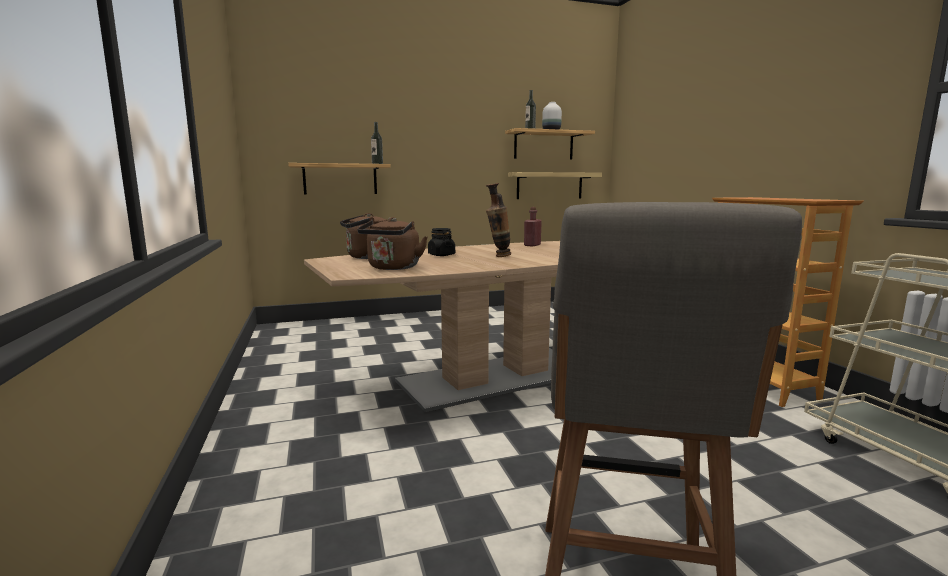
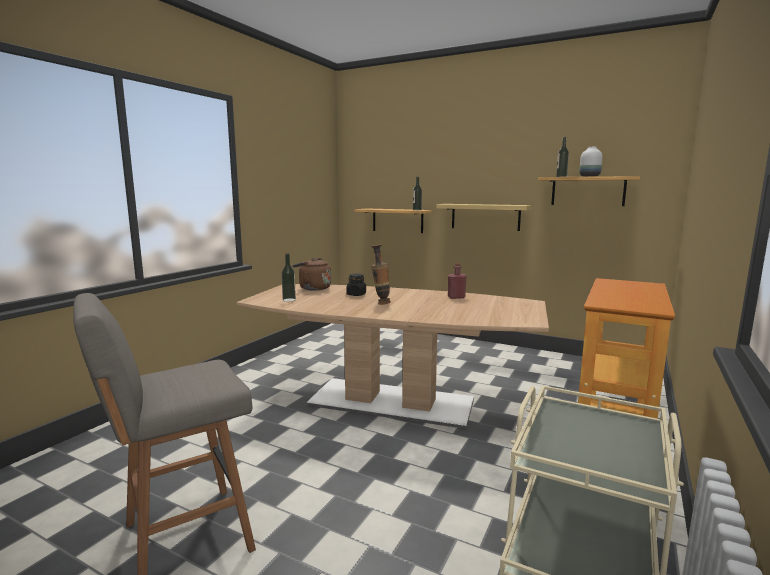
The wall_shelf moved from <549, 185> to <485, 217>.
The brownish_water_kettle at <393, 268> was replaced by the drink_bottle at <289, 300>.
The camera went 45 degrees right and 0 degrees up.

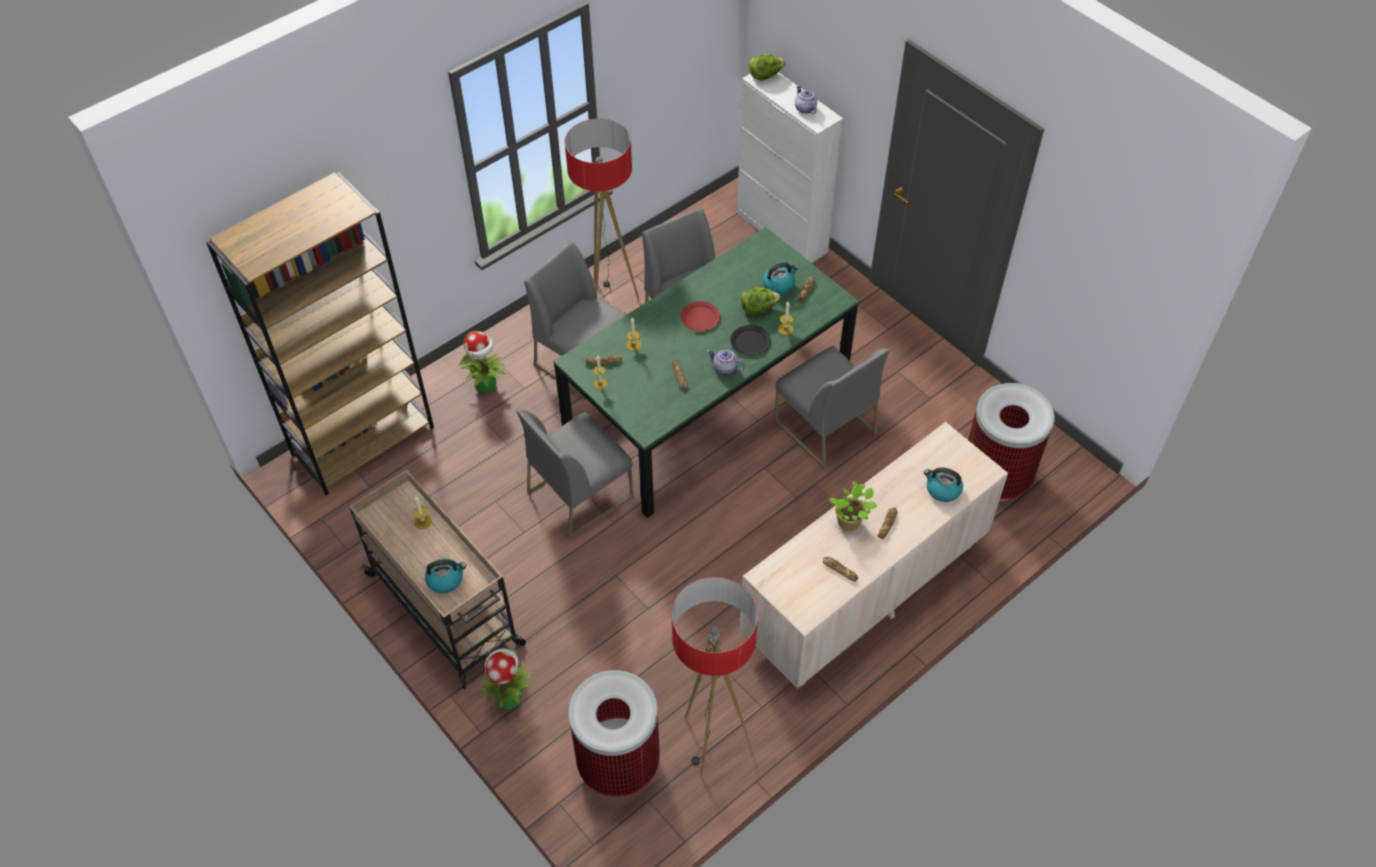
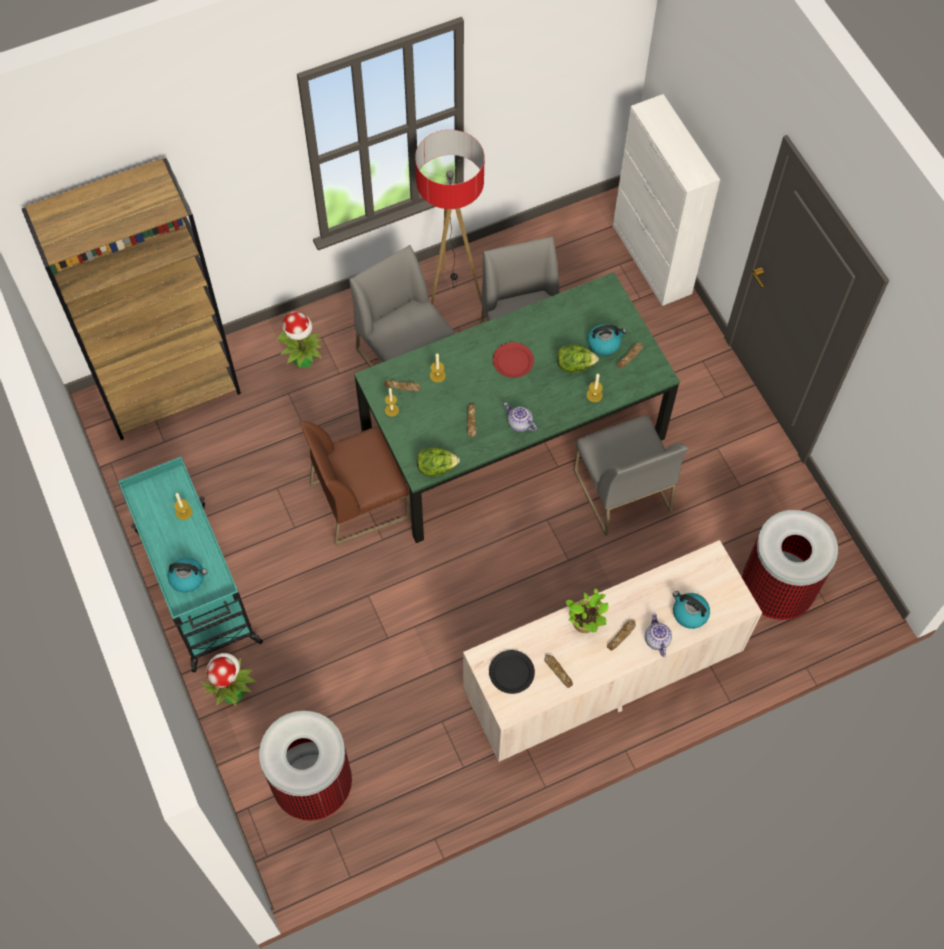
The standard_lamp at <711, 742> disappeared.
The blackish_plate moved from <750, 342> to <511, 673>.
The lettuce moved from <765, 76> to <436, 467>.
The teapot moved from <804, 109> to <656, 639>.
The beige-coloured_cart at <446, 610> became the turquoise_cart at <199, 588>.
The greyish_upright_chair at <580, 493> became the brownish_upright_chair at <359, 500>.
The camera went 15 degrees right and 10 degrees up.

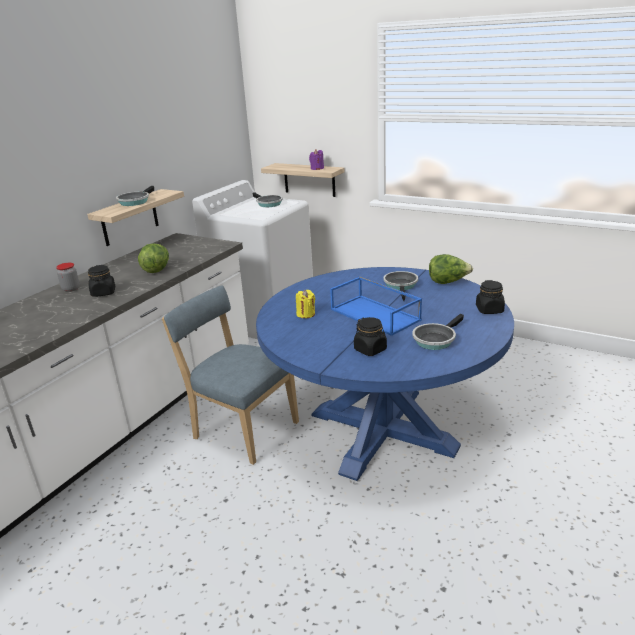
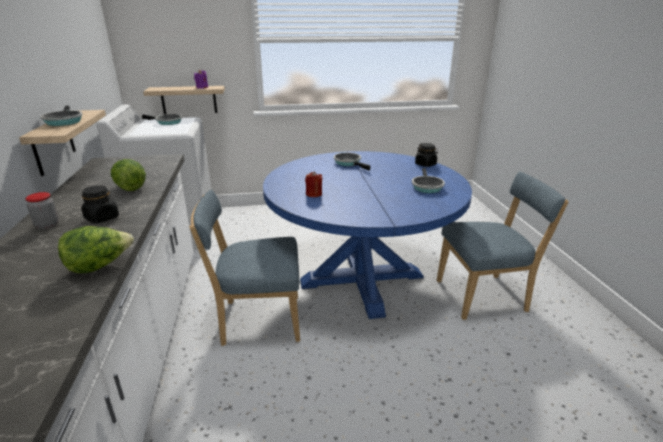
The blue-coloured_serving_tray at <376, 315> disappeared.
The blackish_storage_jar at <370, 350> disappeared.
The blue-coloured_upright_chair at <485, 296> appeared.
The lettuce moved from <448, 282> to <100, 266>.
The yellowish_candle at <306, 314> became the reddish_candle at <314, 194>.
The camera went 40 degrees left and 0 degrees up.

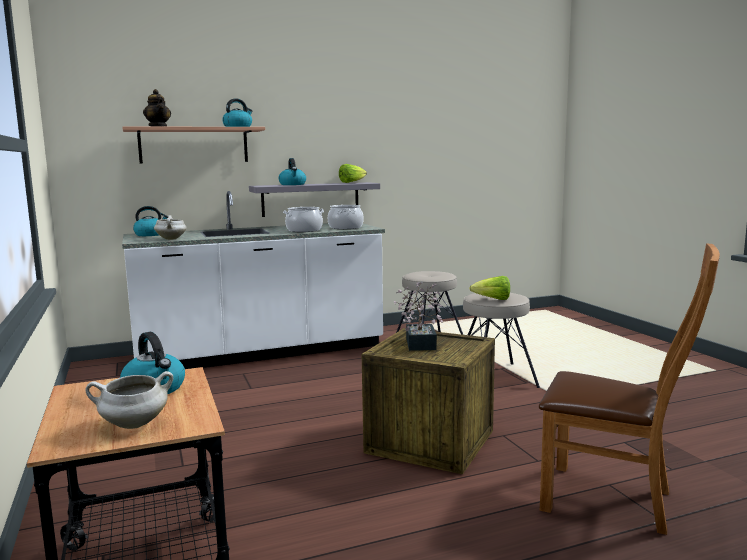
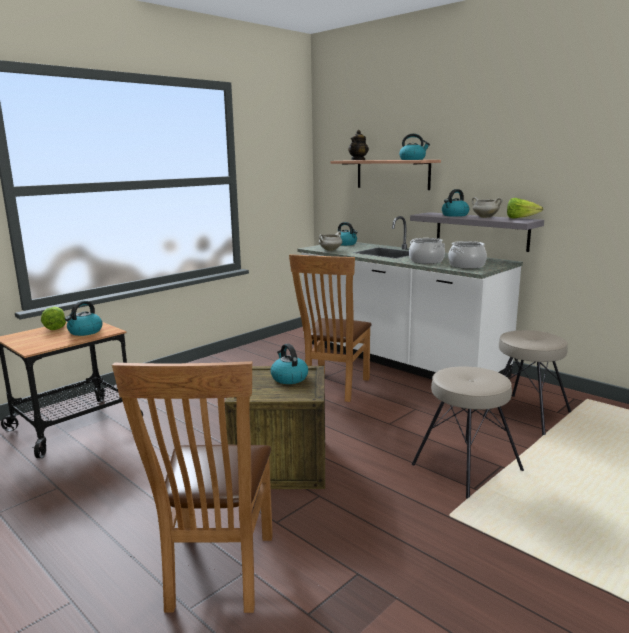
The brownish_upright_chair at <334, 388> appeared.
The whitish_stockpot moved from <133, 425> to <485, 217>.
The lettuce moved from <493, 300> to <55, 327>.
The plant_in_a_pot at <421, 342> was replaced by the water_kettle at <289, 378>.
The camera went 65 degrees right and 5 degrees up.

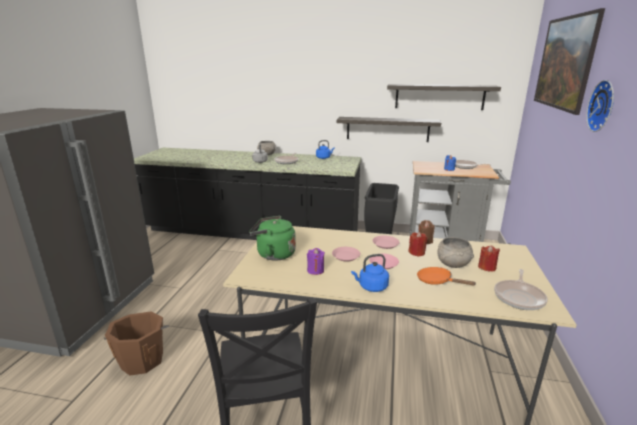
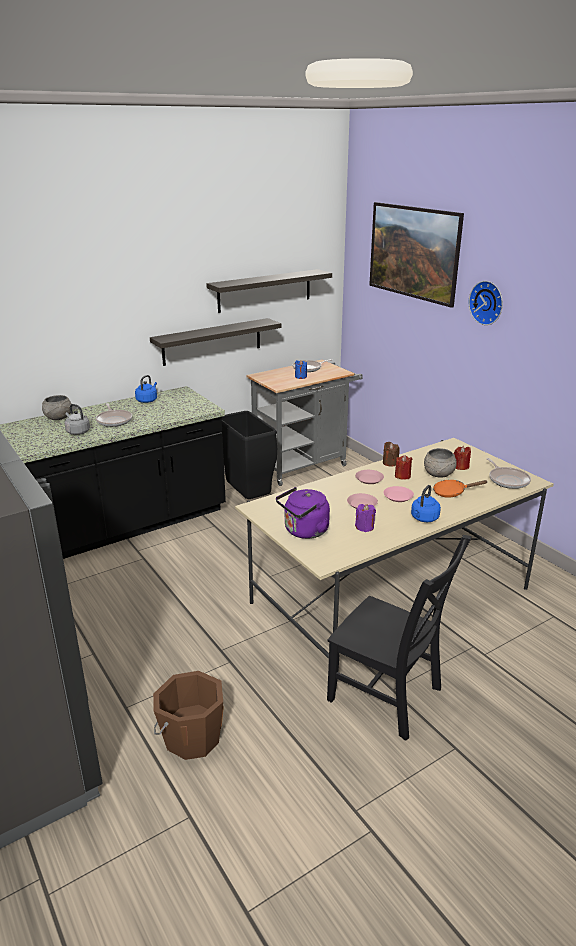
The green_water_kettle at <273, 254> became the purple_water_kettle at <304, 531>.
The camera went 45 degrees left and 5 degrees up.

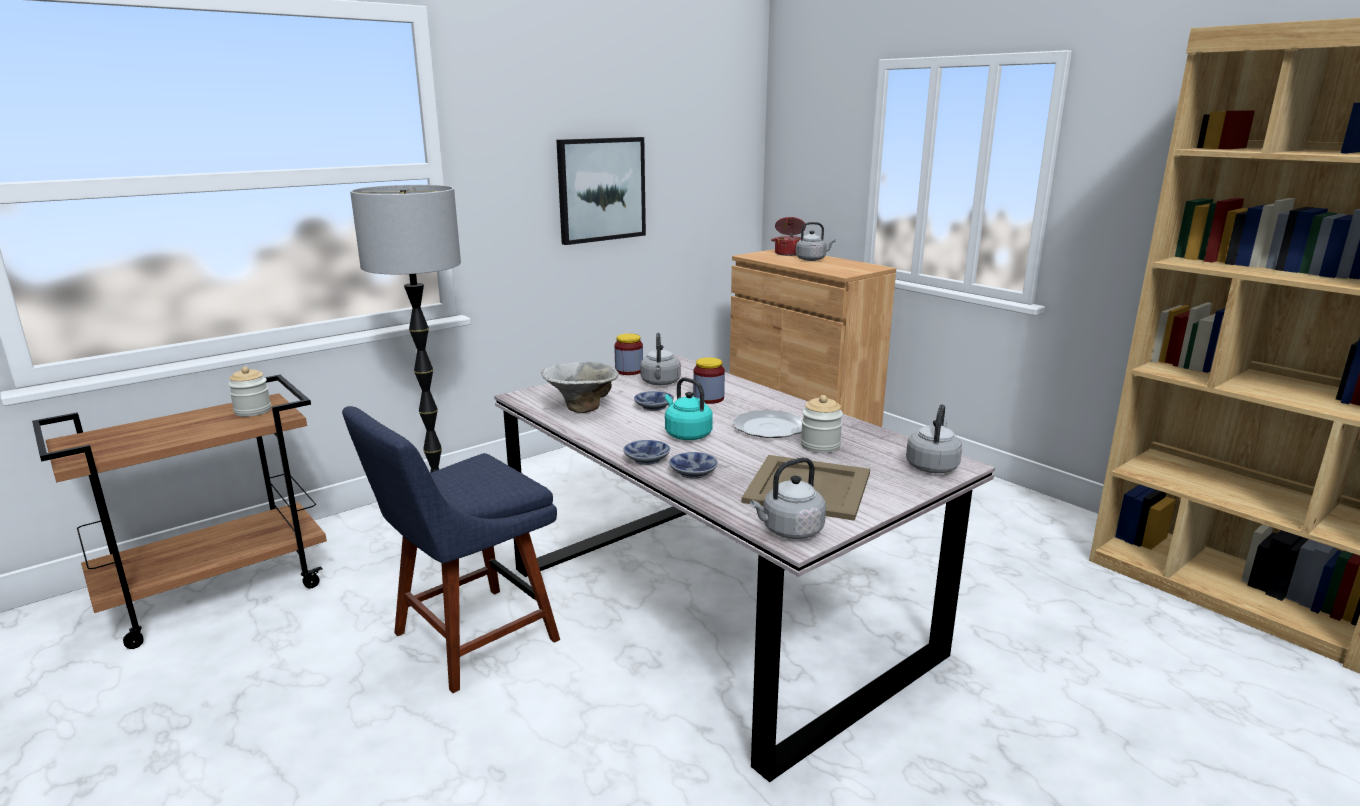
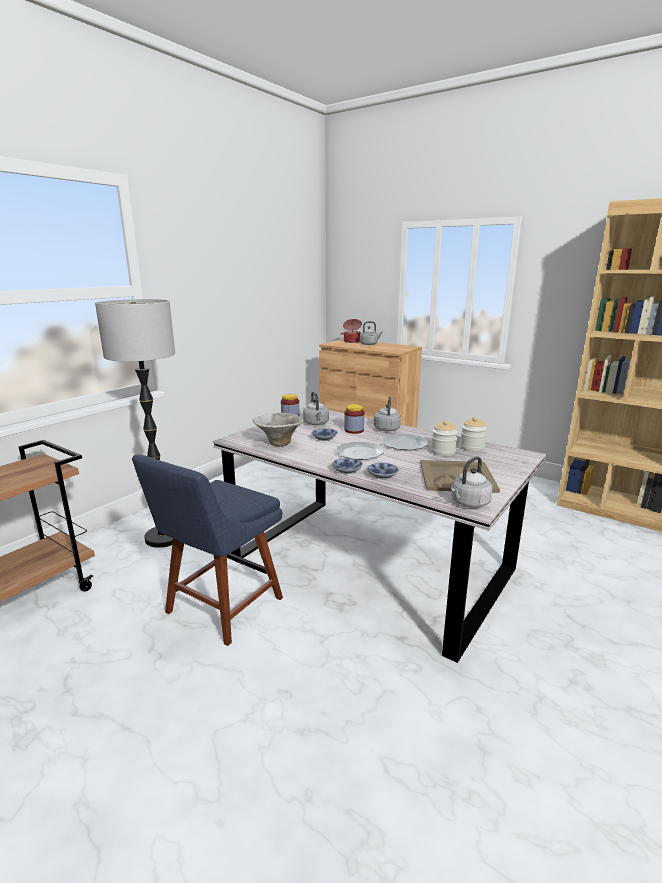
The wall_art at <601, 189> disappeared.
The storage_jar moved from <253, 411> to <472, 447>.
The greyish_water_kettle moved from <932, 466> to <387, 428>.
The turquoise_water_kettle at <686, 434> was replaced by the plate at <358, 453>.
The camera went 15 degrees left and 0 degrees up.

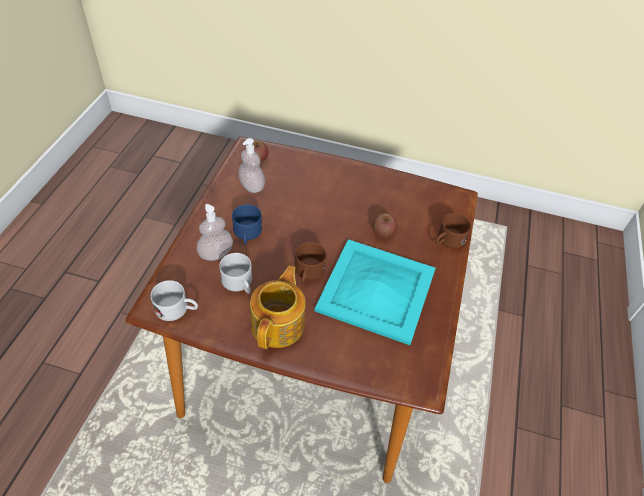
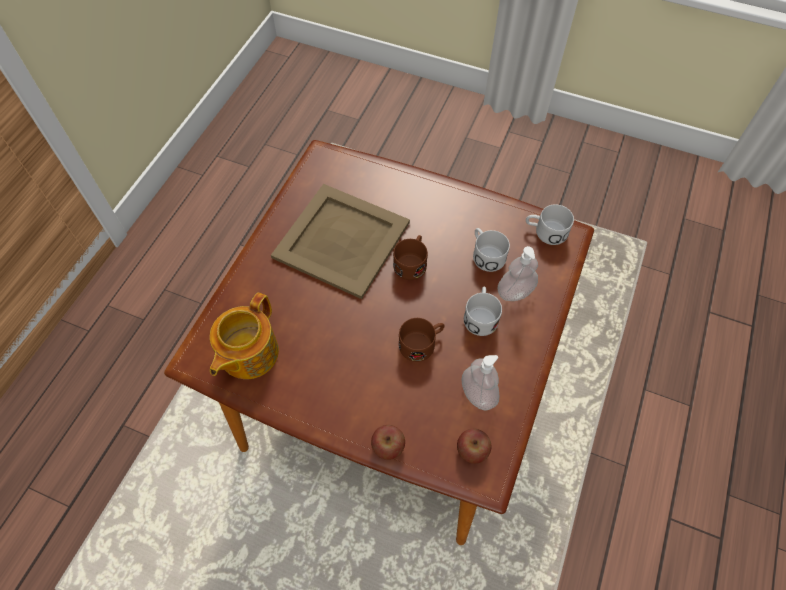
The teapot moved from <279, 324> to <247, 353>.
The apple_fruit moved from <383, 232> to <388, 446>.
The brownish_tea_mug moved from <447, 241> to <422, 343>.
The blue-coloured_tea_mug at <247, 234> became the whitish_tea_mug at <481, 315>.
The turquoise_serving_tray at <377, 289> became the beige-coloured_serving_tray at <340, 240>.
The camera went 170 degrees left and 10 degrees up.

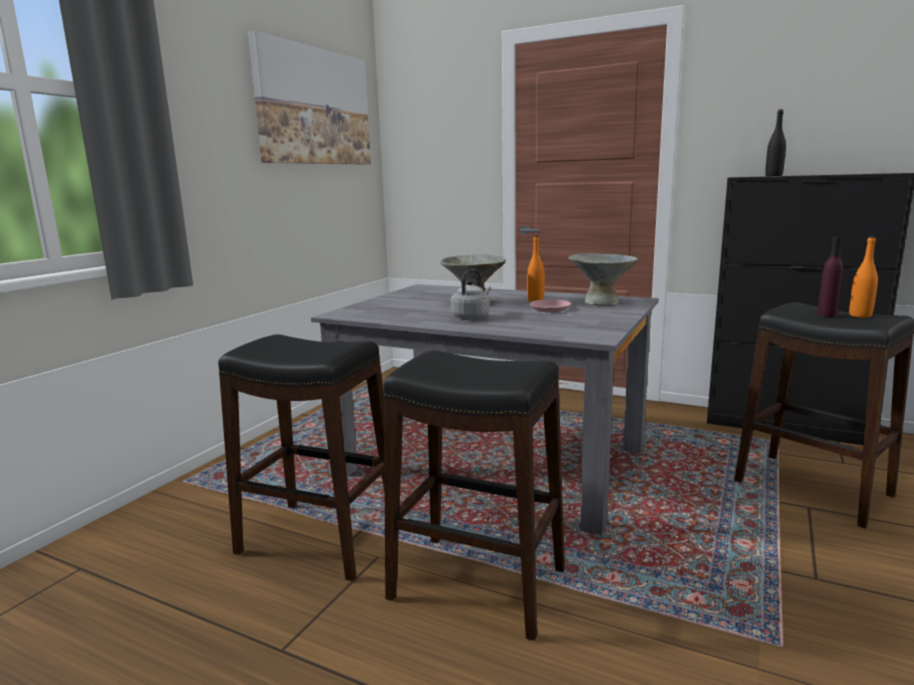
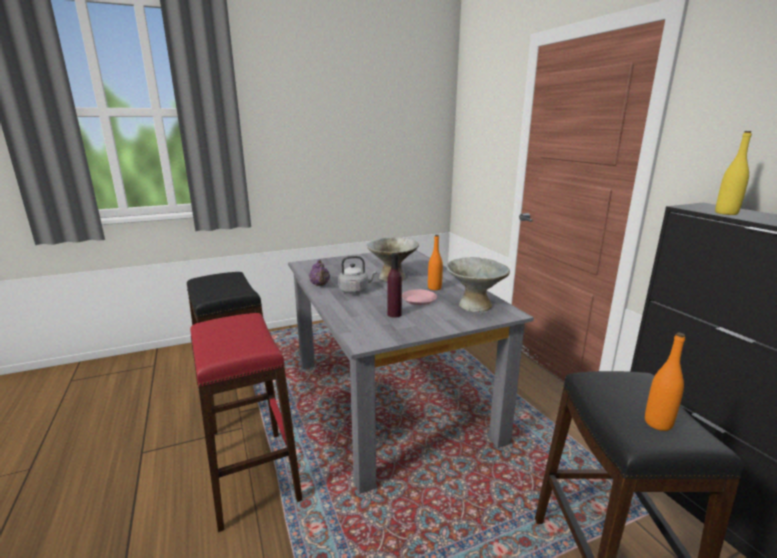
The wall_art at <314, 107> disappeared.
The purple_teapot at <320, 285> appeared.
The purple_drink_bottle moved from <826, 315> to <394, 314>.
The blackish_stool at <476, 584> became the reddish_stool at <251, 476>.
The blackish_drink_bottle at <773, 176> became the yellowish_drink_bottle at <726, 213>.
The camera went 40 degrees right and 5 degrees up.

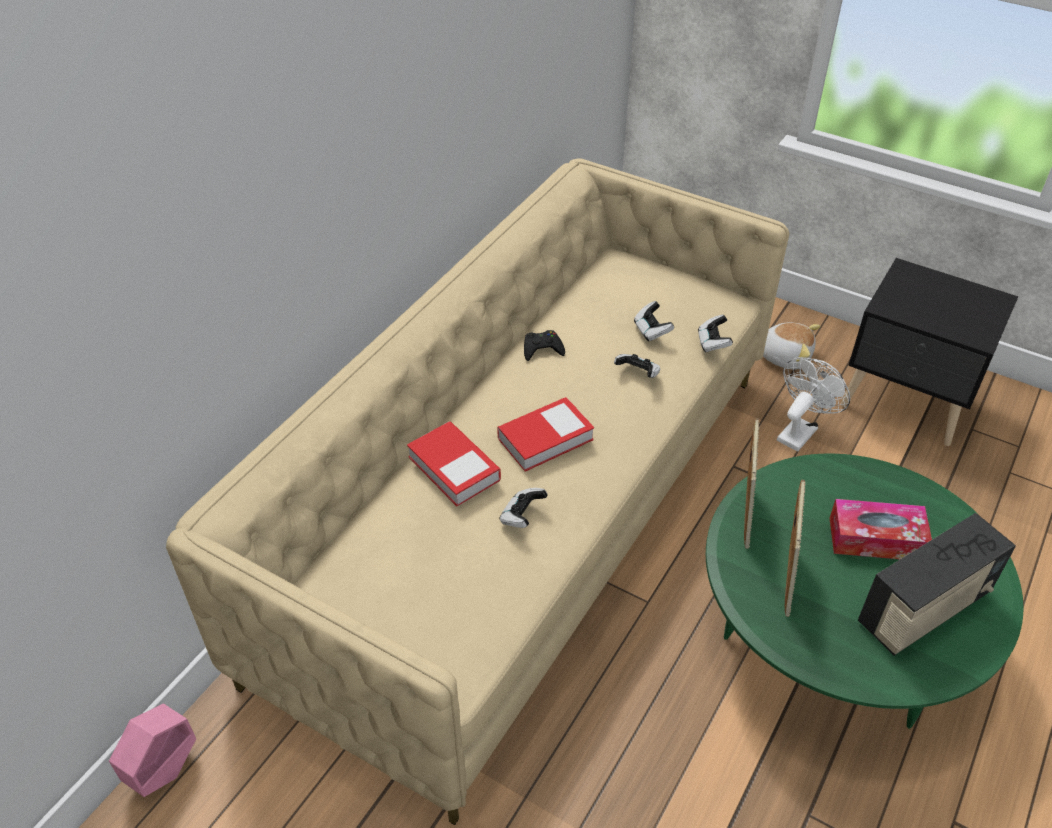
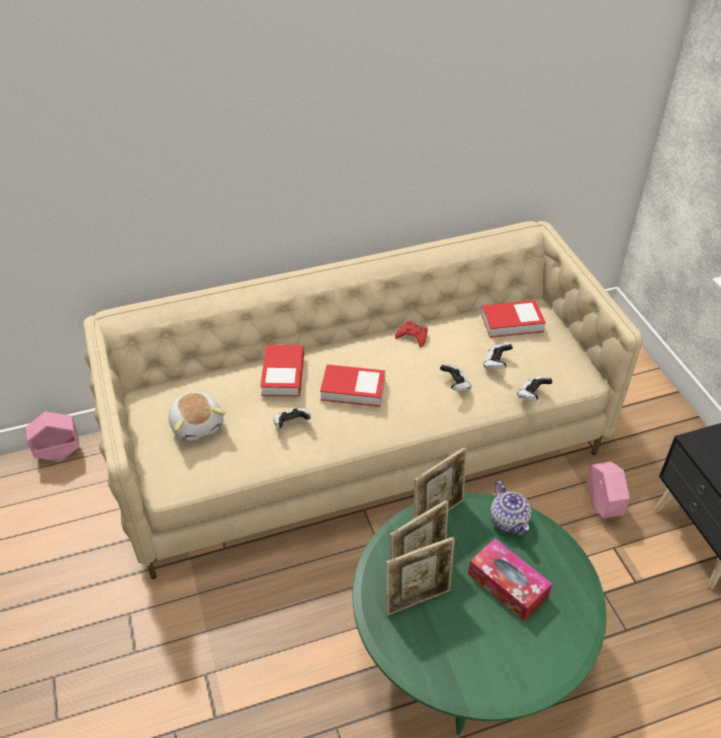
The radio at <924, 610> disappeared.
The standing_frame at <417, 599> appeared.
The book at <511, 322> appeared.
The teapot at <509, 520> appeared.
The soft_toy moved from <785, 356> to <197, 424>.
The whitish_cooling_fan at <800, 430> was replaced by the pink-coloured_planter at <601, 506>.
The blackish_game_controller at <542, 349> became the reddish_game_controller at <413, 336>.
The camera went 40 degrees right and 0 degrees up.

